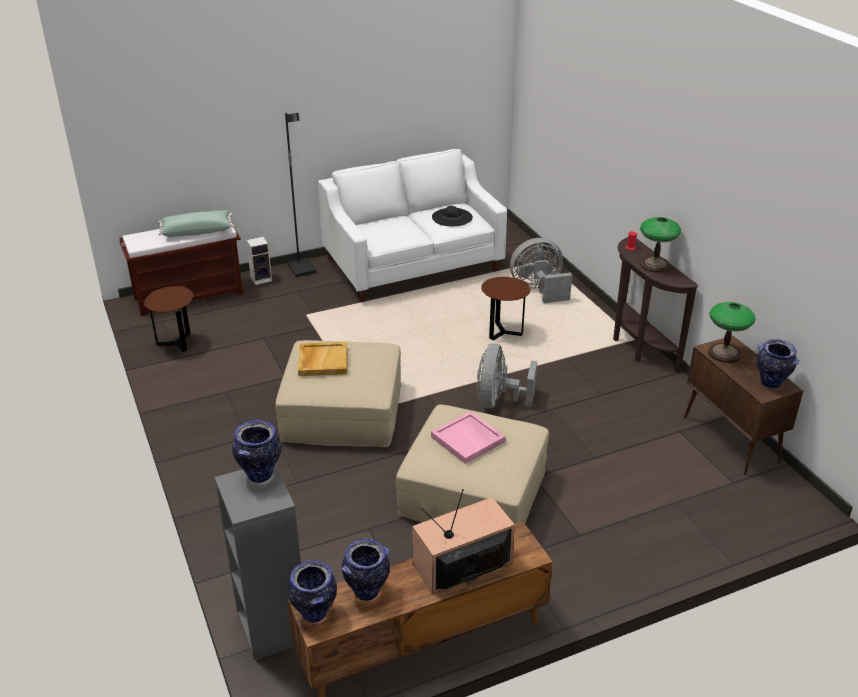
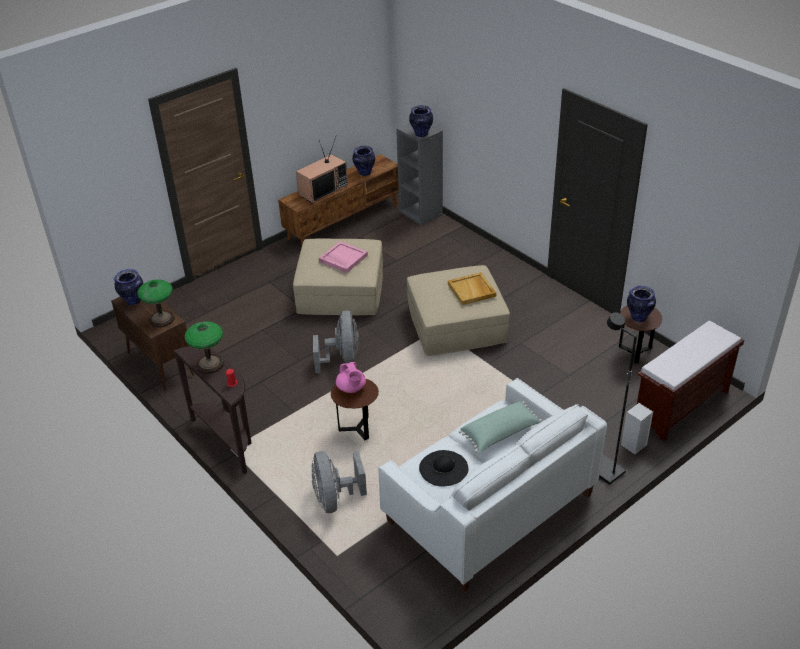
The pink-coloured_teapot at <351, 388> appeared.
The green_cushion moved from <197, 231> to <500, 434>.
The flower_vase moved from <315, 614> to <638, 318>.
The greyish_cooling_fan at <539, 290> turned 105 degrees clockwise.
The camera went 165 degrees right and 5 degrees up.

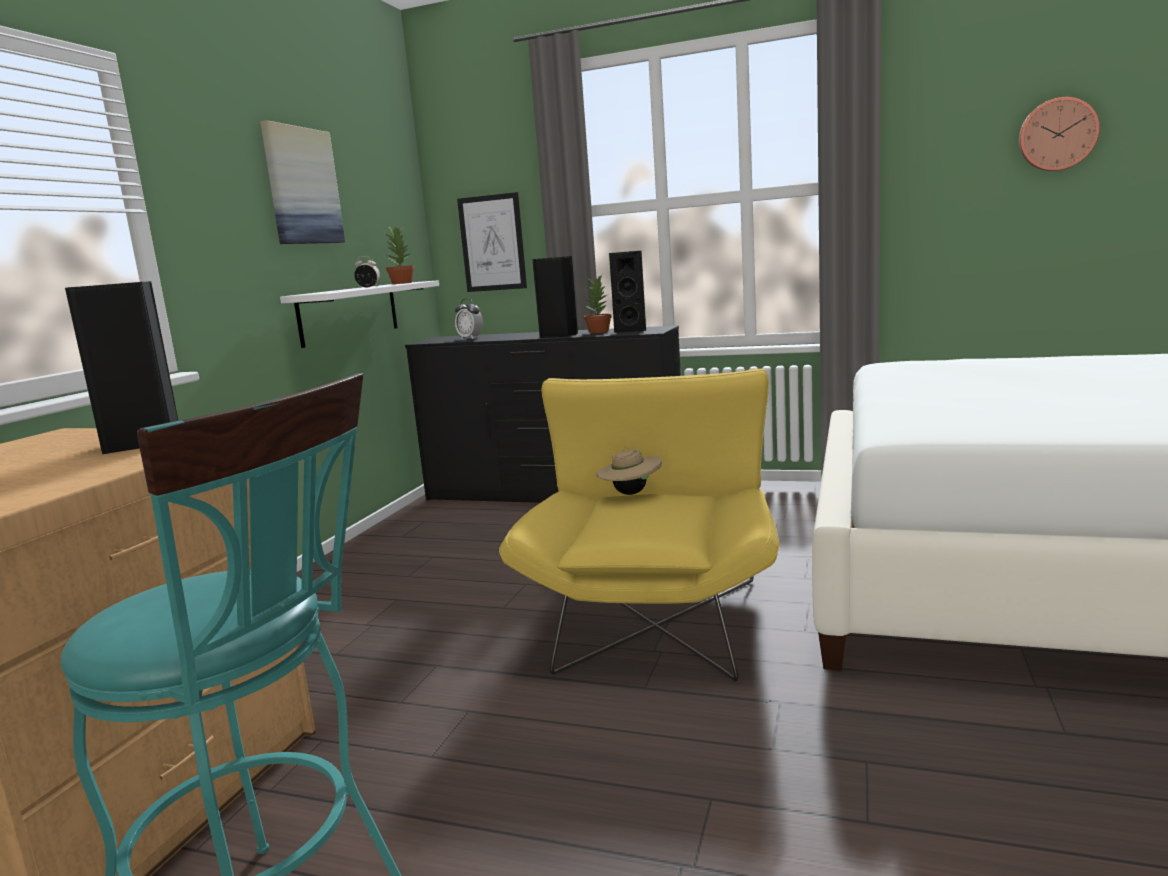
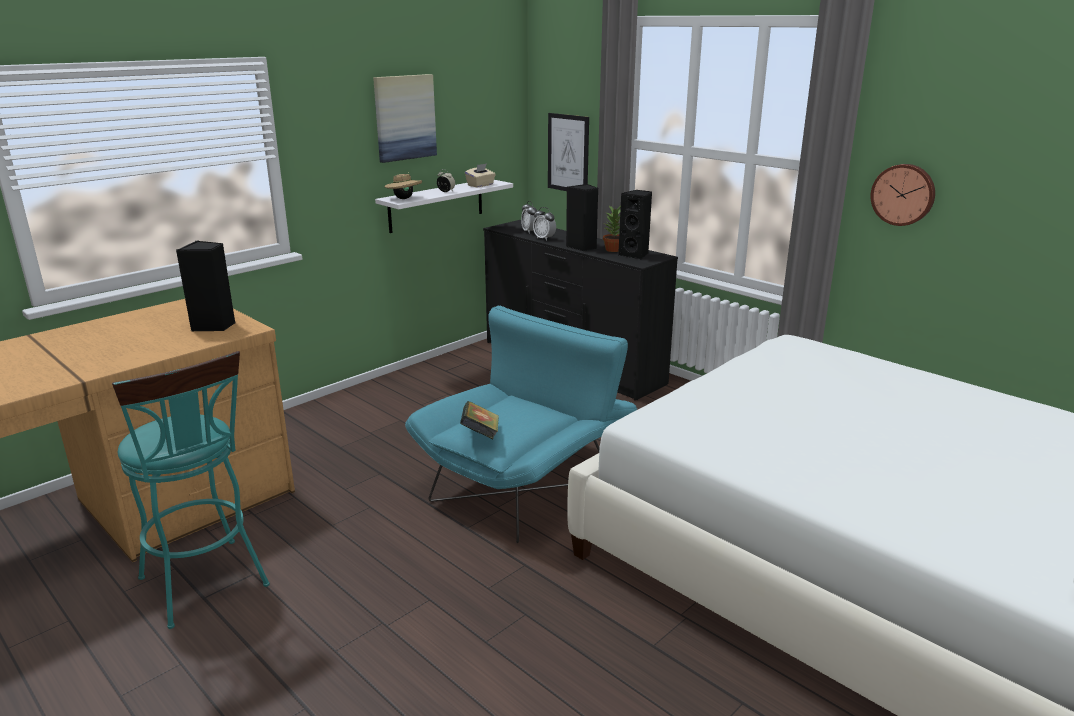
The book at <480, 435> appeared.
The alarm_clock at <544, 238> appeared.
The beige-coloured_wearable_hat moved from <630, 493> to <404, 198>.
The clock_on_the_wall moved from <1057, 135> to <903, 194>.
The plant_in_a_pot at <402, 283> was replaced by the beige-coloured_tissue_holder at <480, 185>.
The yellowish_easy_chair at <658, 613> became the turquoise_easy_chair at <529, 482>.
The camera went 25 degrees right and 10 degrees up.

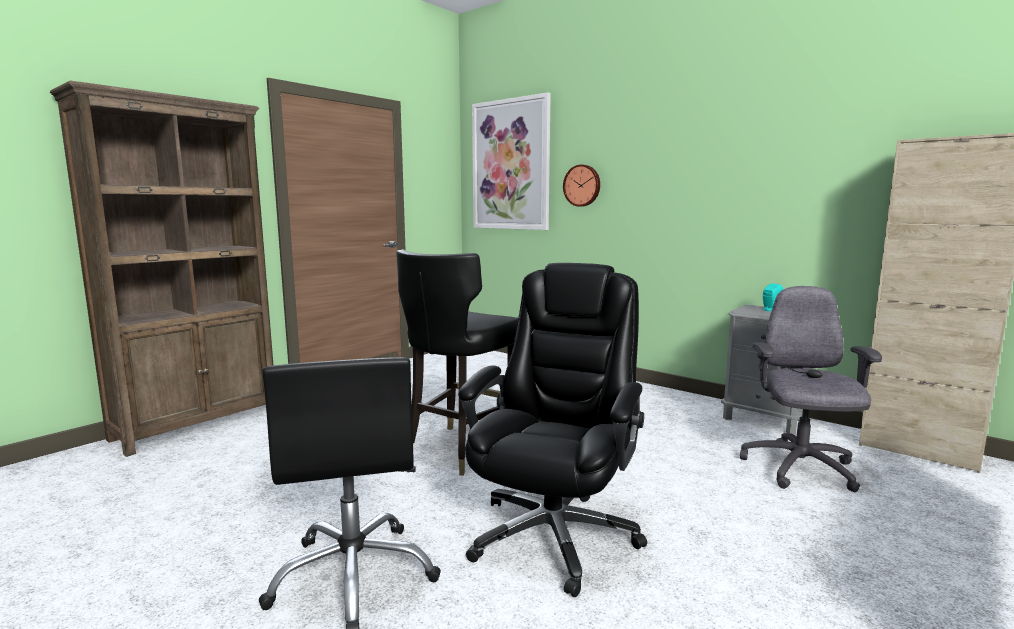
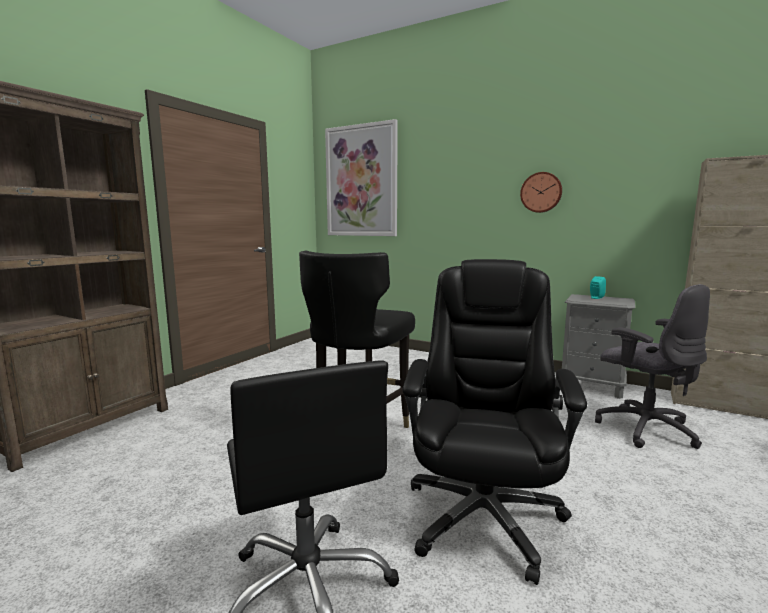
The clock_on_the_wall moved from <582, 185> to <541, 192>.
The greyish_office_chair at <799, 469> turned 150 degrees clockwise.
The camera went 10 degrees left and 0 degrees up.

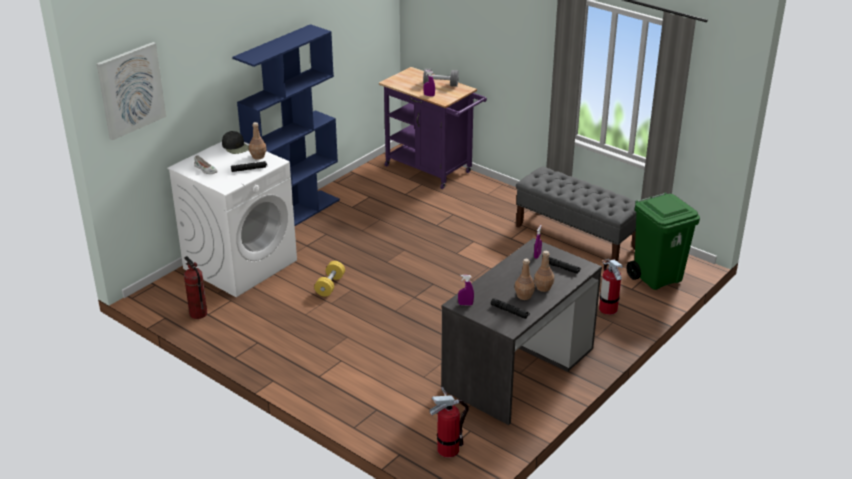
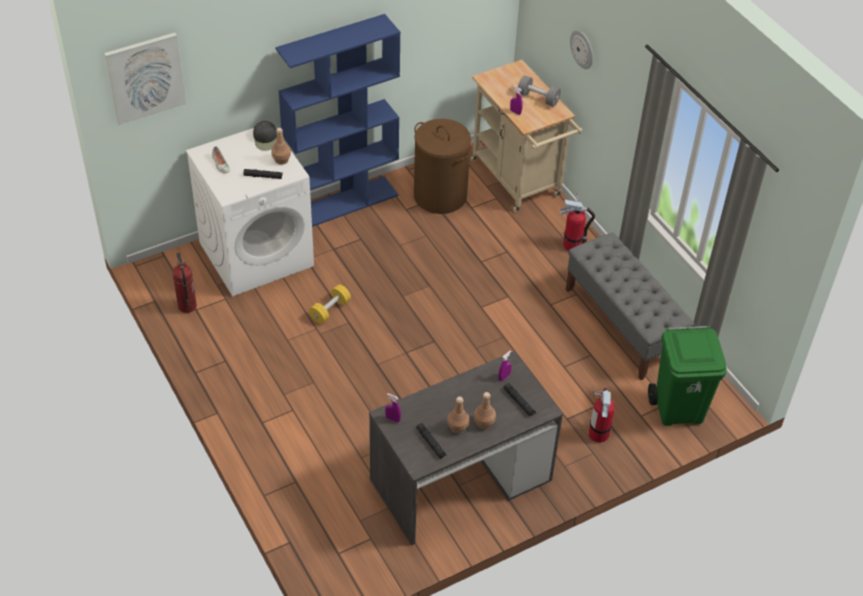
The brownish_hamper at <440, 196> appeared.
The clock_on_the_wall at <582, 49> appeared.
The fire-fighting_cylinder moved from <448, 449> to <572, 245>.
The purple_cart at <432, 170> became the beige-coloured_cart at <519, 182>.
The camera went 20 degrees right and 15 degrees up.

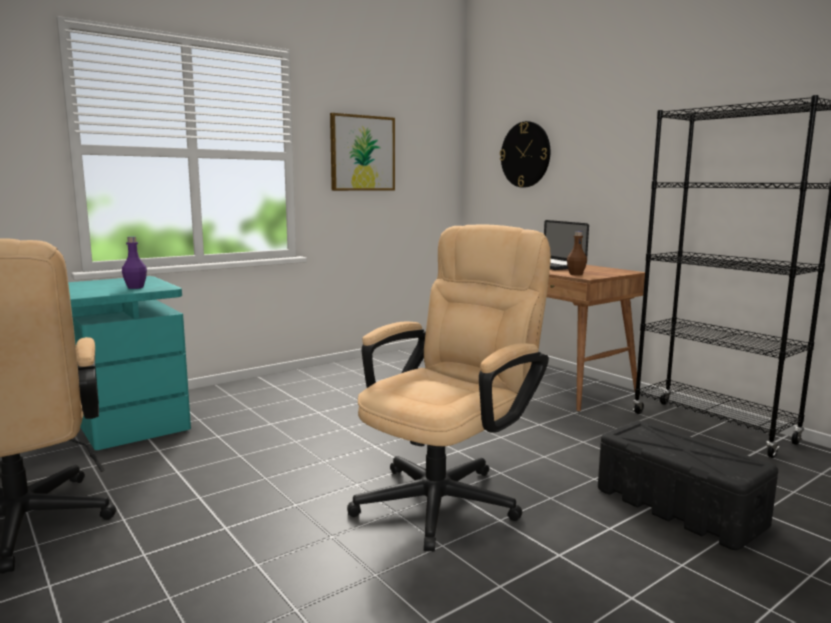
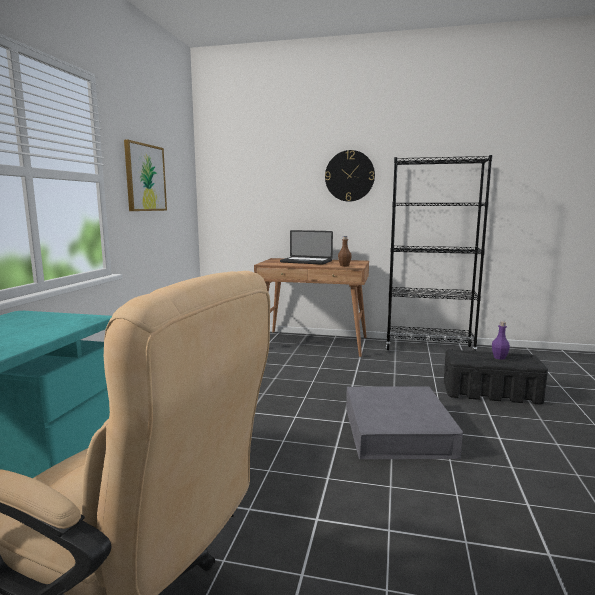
The purple_drink_bottle moved from <135, 287> to <499, 357>.
The clock_on_the_wall moved from <525, 154> to <349, 176>.
The beige-coloured_office_chair at <448, 496> was replaced by the greyish_storage_box at <397, 431>.
The camera went 40 degrees left and 0 degrees up.

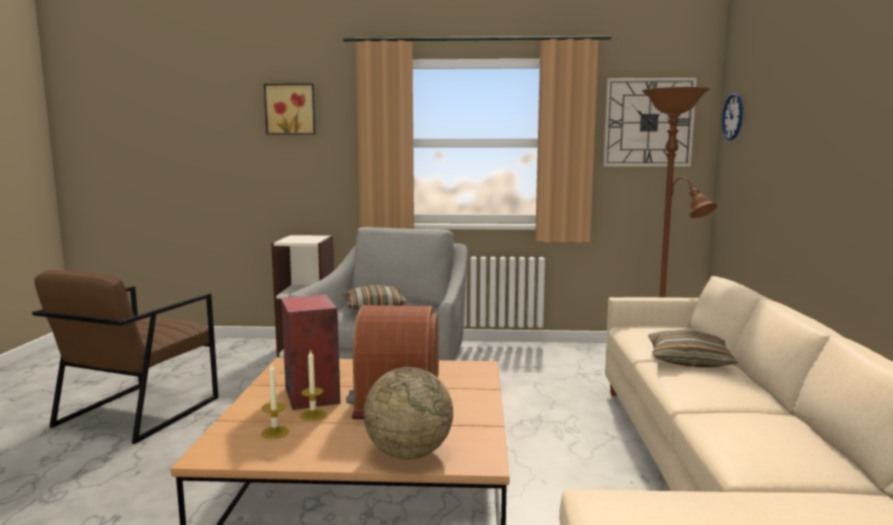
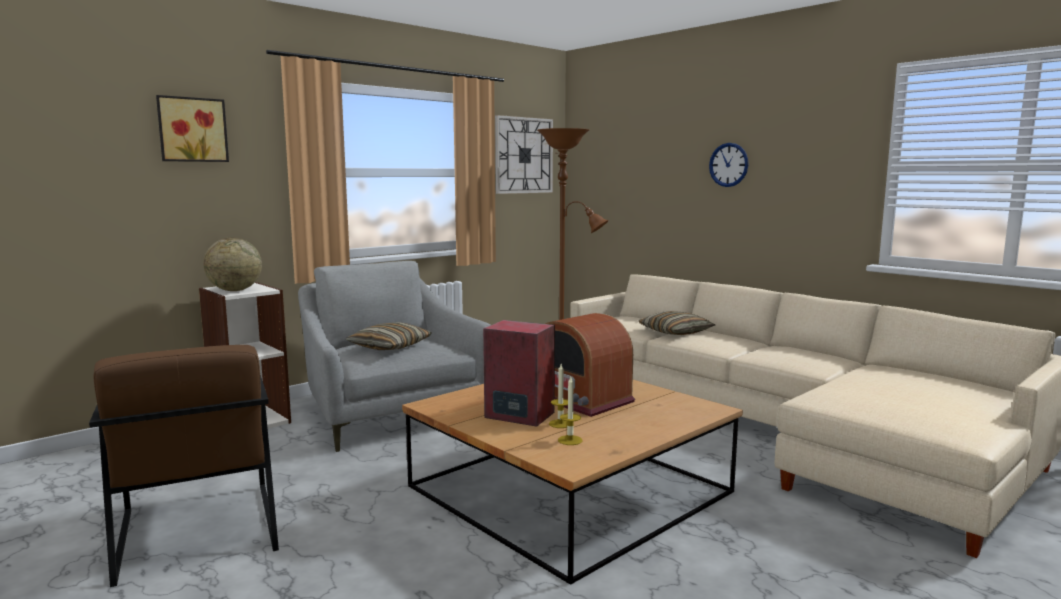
The globe moved from <408, 453> to <235, 290>.
The clock_on_the_wall moved from <733, 116> to <728, 165>.
The camera went 45 degrees left and 0 degrees up.

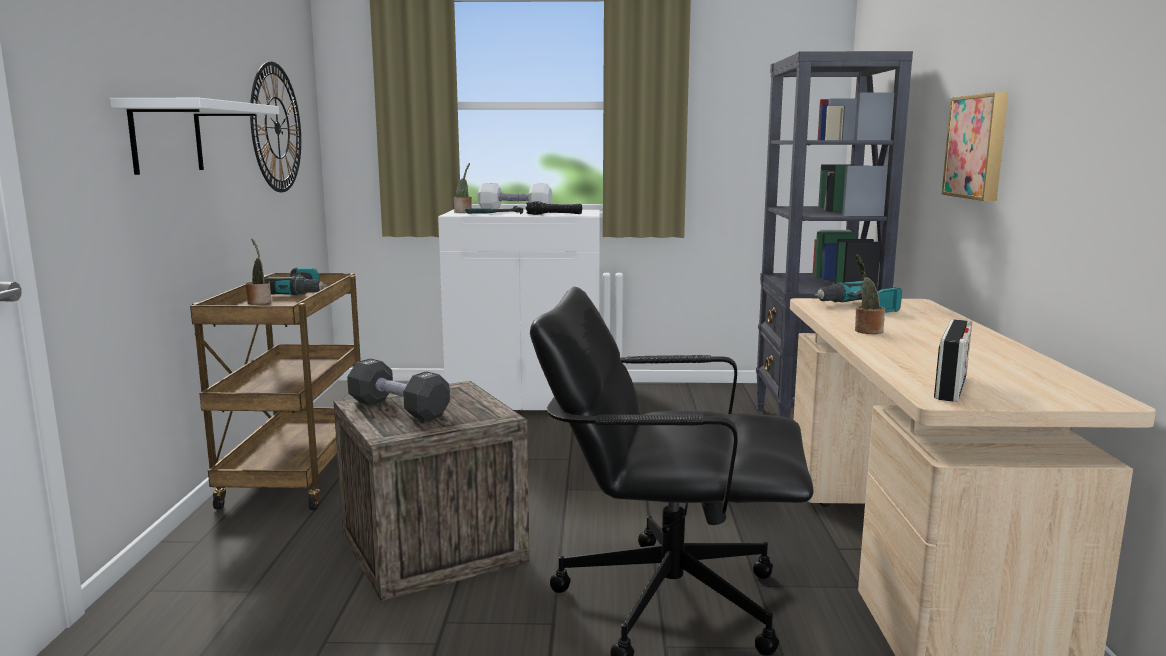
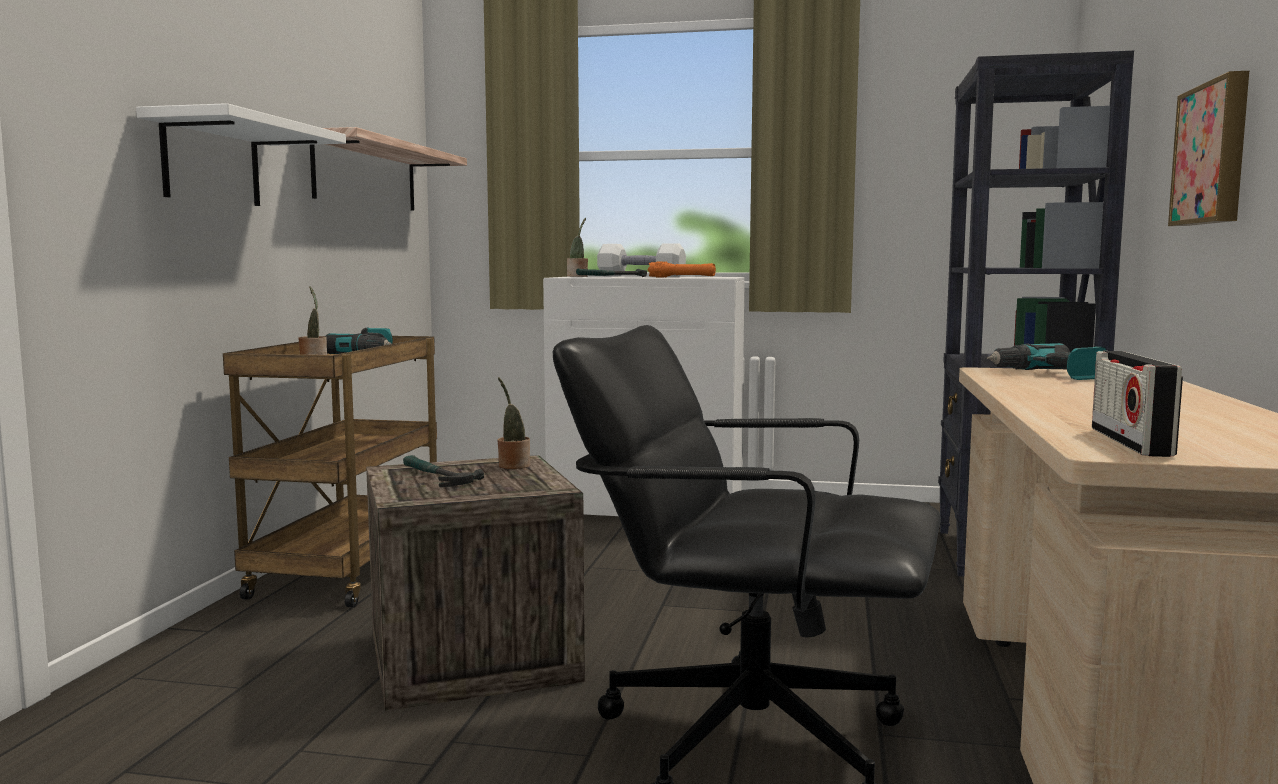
The plant_in_a_pot moved from <866, 331> to <512, 465>.
The clock_on_the_wall at <276, 128> was replaced by the wall_shelf at <366, 175>.
The blackish_free_weight at <399, 409> was replaced by the tool_hammer at <435, 477>.
The blackish_torch at <554, 215> became the orange_torch at <681, 277>.
The radio at <951, 387> turned 150 degrees clockwise.
The camera went 10 degrees right and 5 degrees down.

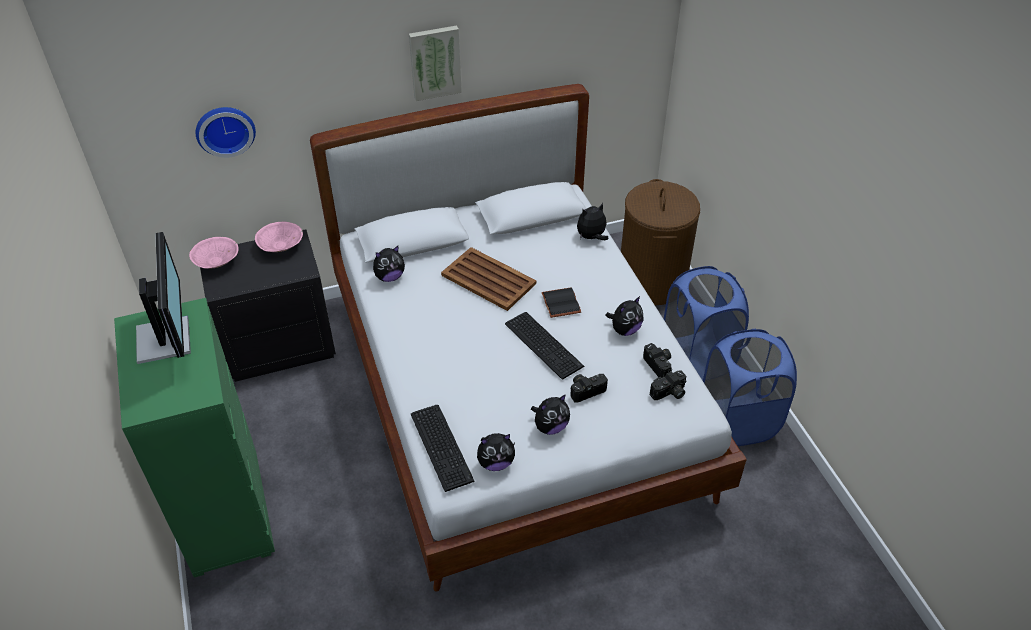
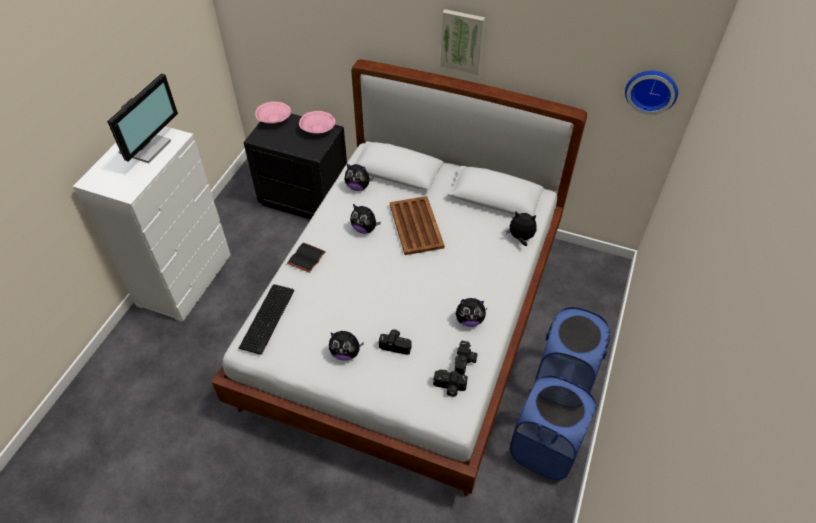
The keyboard at <544, 343> disappeared.
The brownish_hamper at <651, 282> disappeared.
The clock_on_the_wall moved from <225, 129> to <651, 90>.
The soft_toy moved from <495, 462> to <364, 229>.
The blackish_book moved from <559, 303> to <306, 257>.
The green_dresser at <227, 511> became the whitish_dresser at <185, 280>.
The camera went 40 degrees right and 5 degrees up.

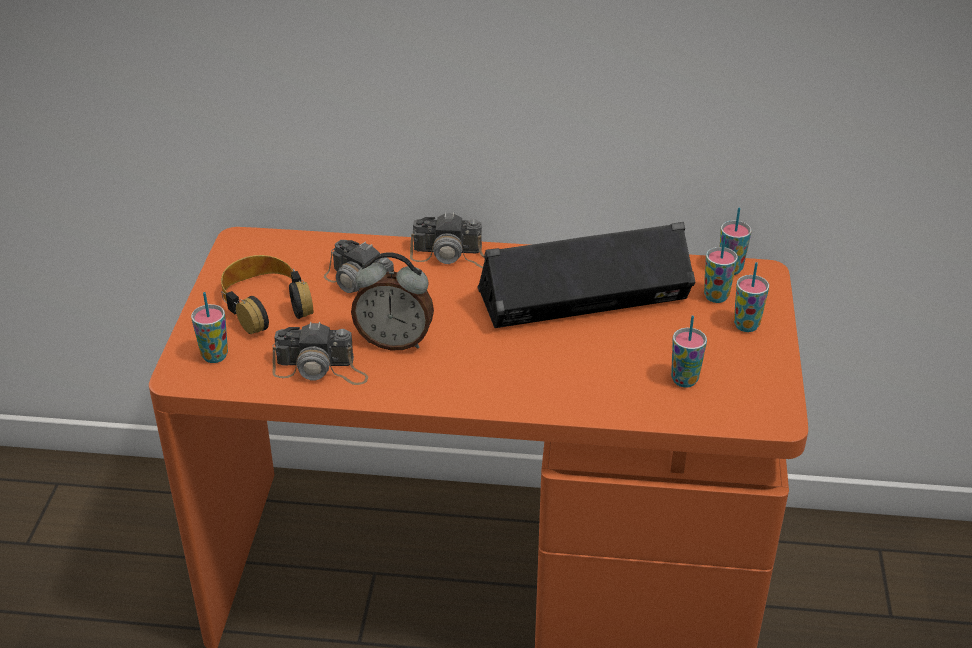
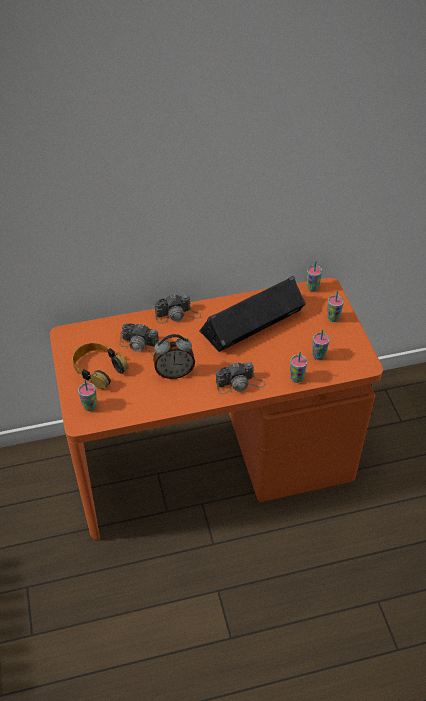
The photo_camera moved from <321, 369> to <240, 384>.
The small_cup moved from <716, 296> to <296, 378>.
The camera went 20 degrees left and 10 degrees up.

